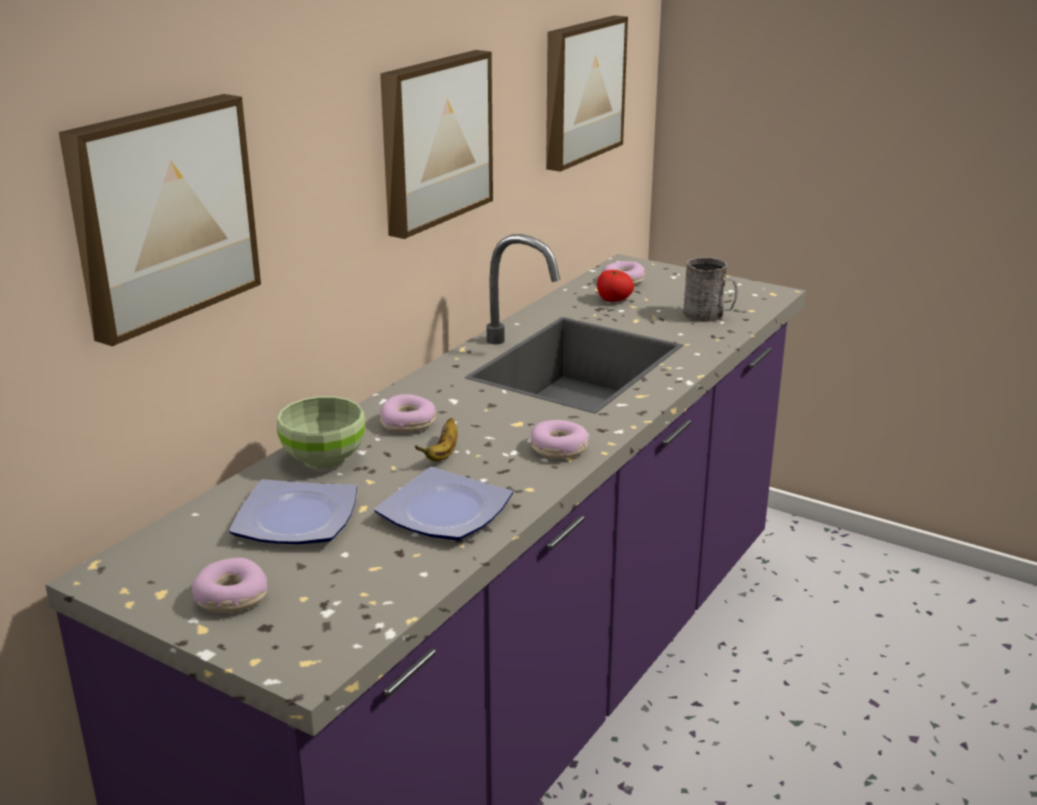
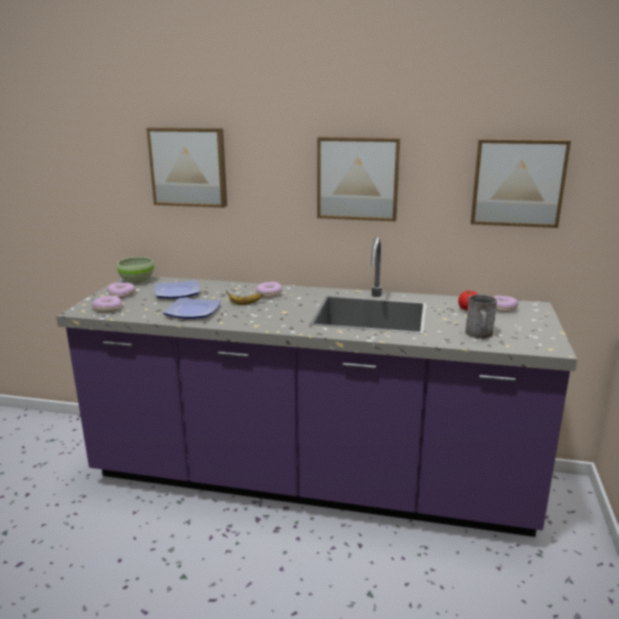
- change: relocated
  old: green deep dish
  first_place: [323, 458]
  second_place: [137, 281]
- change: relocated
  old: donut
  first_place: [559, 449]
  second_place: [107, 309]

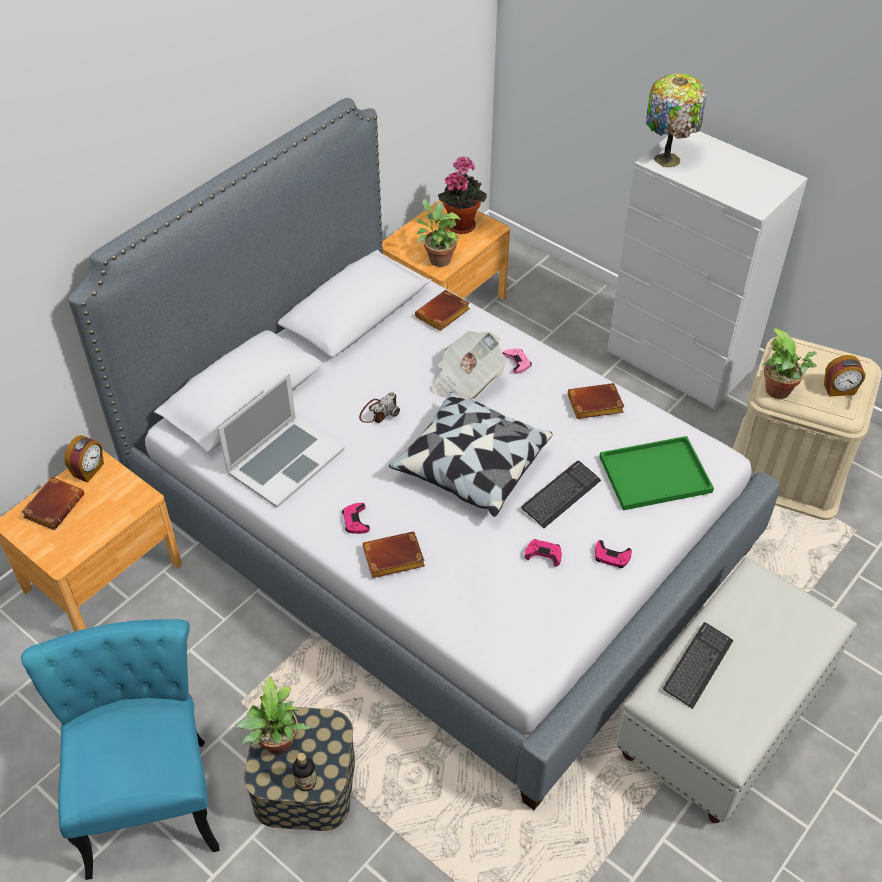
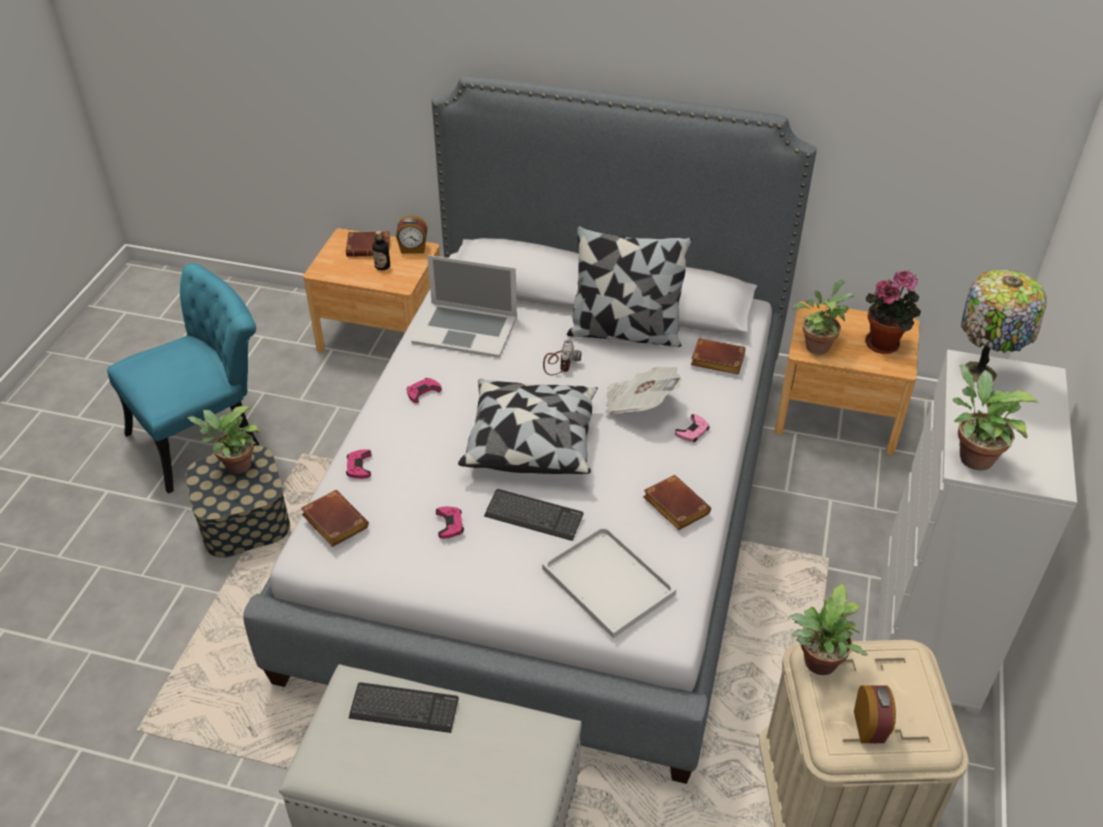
- change: spun
  old: table clock
  first_place: [839, 390]
  second_place: [870, 727]
  degrees: -150
- change: spun
  old: photo camera
  first_place: [379, 411]
  second_place: [559, 363]
  degrees: -90
- change: colour
  old: green serving tray
  new: whitish serving tray
  first_place: [653, 475]
  second_place: [605, 581]
- change: relocated
  old: brownish volume
  first_place: [392, 560]
  second_place: [332, 522]
- change: relocated
  old: pinkish game controller
  first_place: [611, 557]
  second_place: [359, 466]
- change: relocated
  old: bottle
  first_place: [306, 782]
  second_place: [382, 266]
- change: appeared
  new: pillow
  second_place: [625, 332]
- change: appeared
  new: potted plant
  second_place: [971, 456]

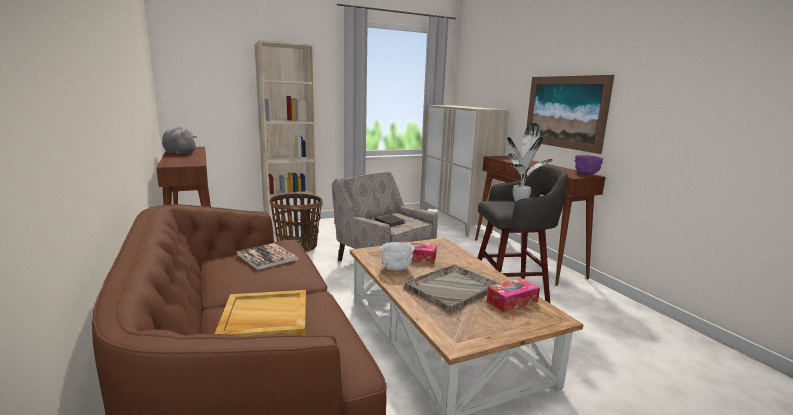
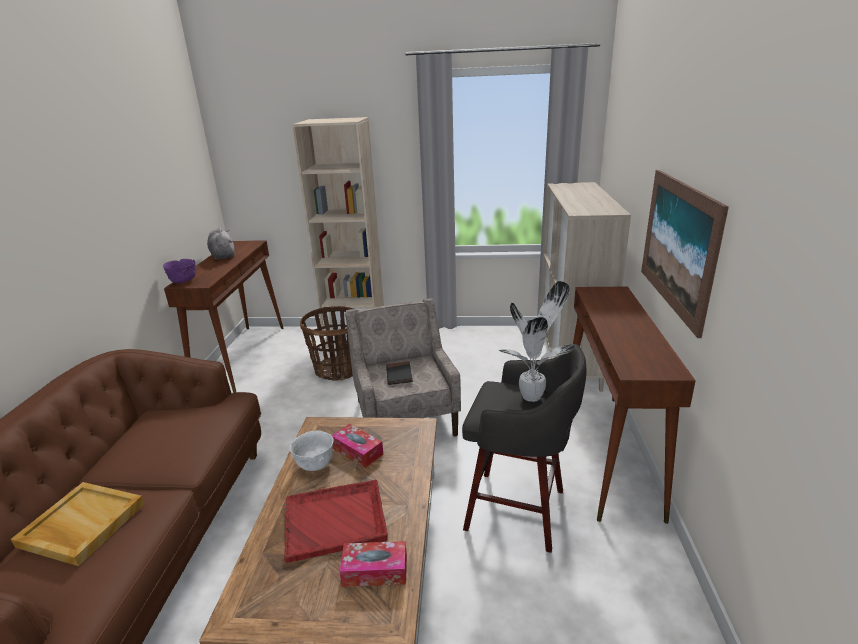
- change: relocated
  old: purple deep dish
  first_place: [586, 174]
  second_place: [183, 281]
- change: missing
  old: volume
  first_place: [267, 257]
- change: colour
  old: greyish serving tray
  new: red-coloured serving tray
  first_place: [452, 288]
  second_place: [336, 520]

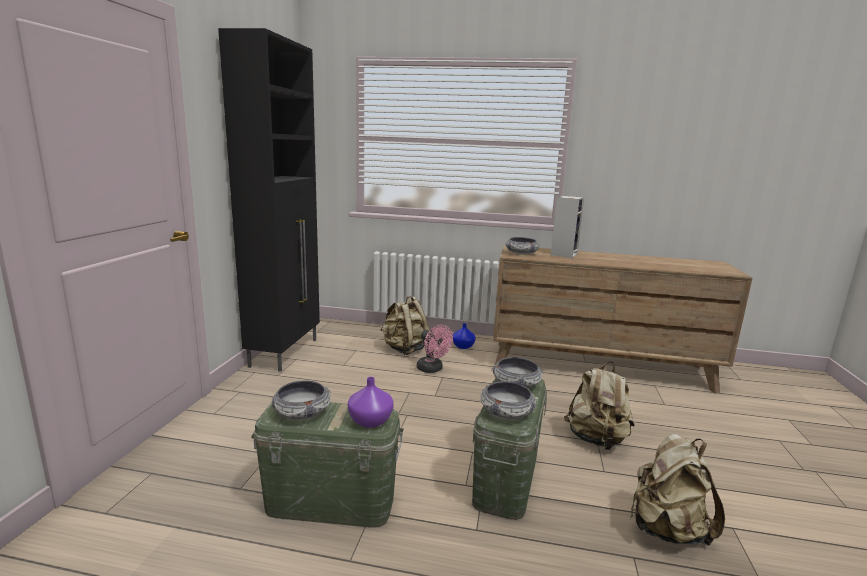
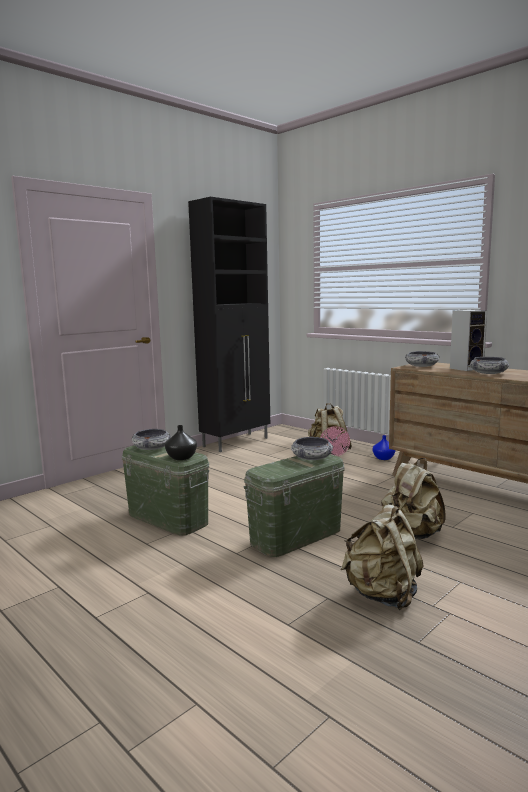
- change: colour
  old: purple flower vase
  new: black-coloured flower vase
  first_place: [370, 421]
  second_place: [181, 458]
- change: relocated
  old: deep dish
  first_place: [507, 412]
  second_place: [488, 373]

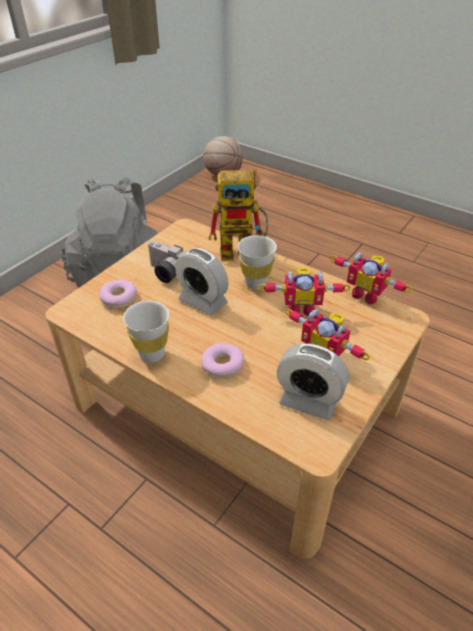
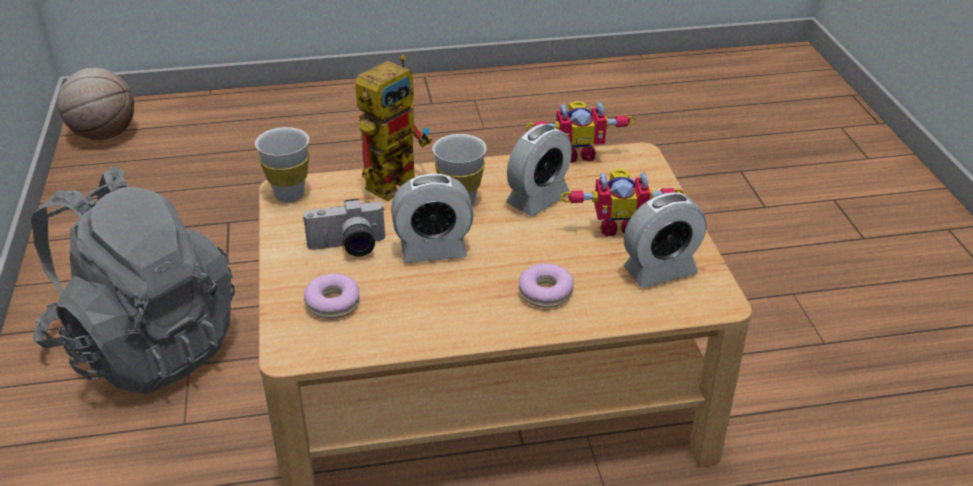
- change: exchanged
  old: toy robot
  new: table clock
  first_place: [301, 308]
  second_place: [538, 199]
- change: relocated
  old: whitish drinking cup
  first_place: [152, 354]
  second_place: [289, 195]

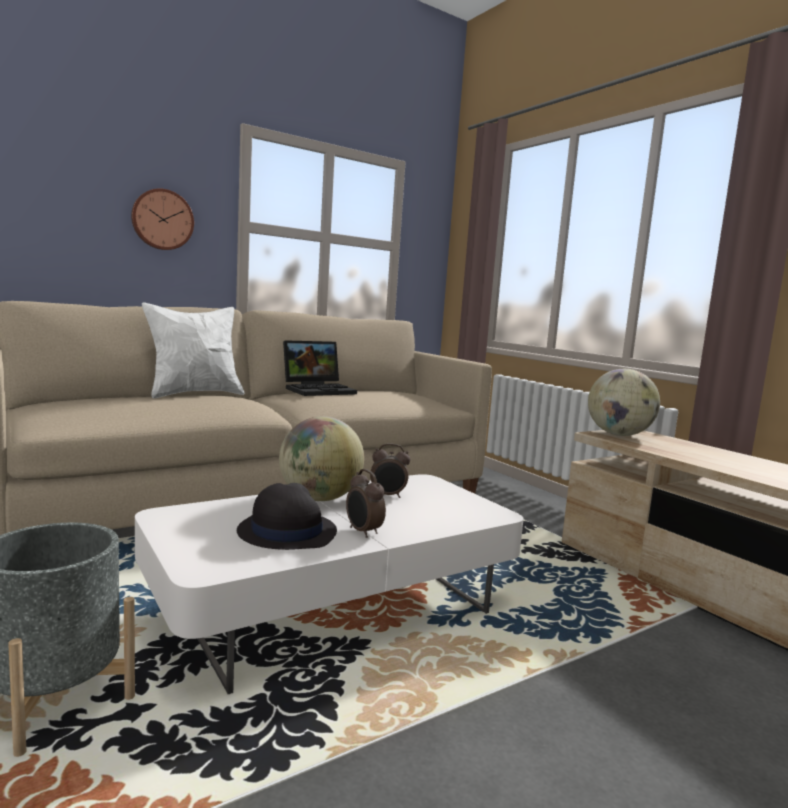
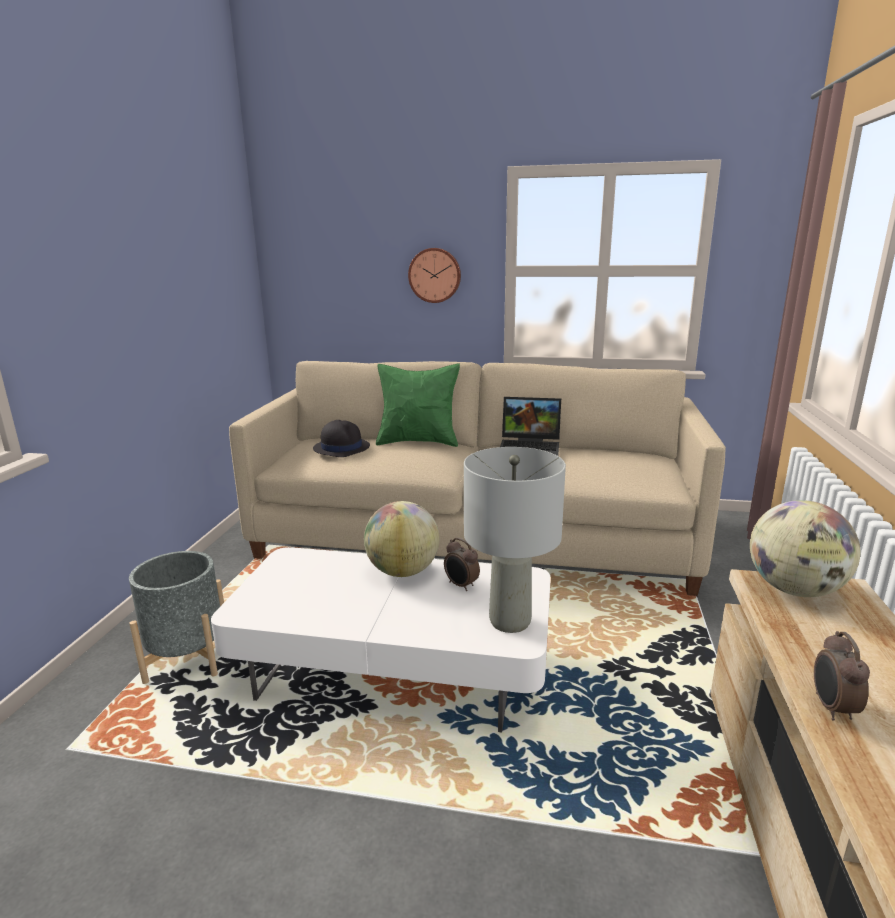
- change: colour
  old: whitish pillow
  new: green pillow
  first_place: [194, 394]
  second_place: [418, 442]
- change: relocated
  old: table clock
  first_place: [363, 532]
  second_place: [831, 708]
- change: relocated
  old: black-coloured wearable hat
  first_place: [286, 531]
  second_place: [341, 448]
- change: appeared
  new: greyish table lamp
  second_place: [510, 621]

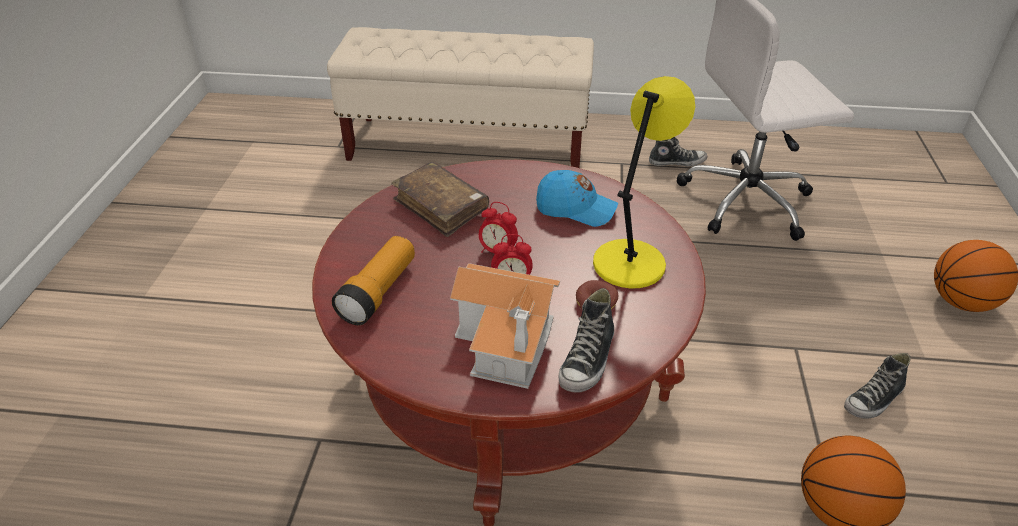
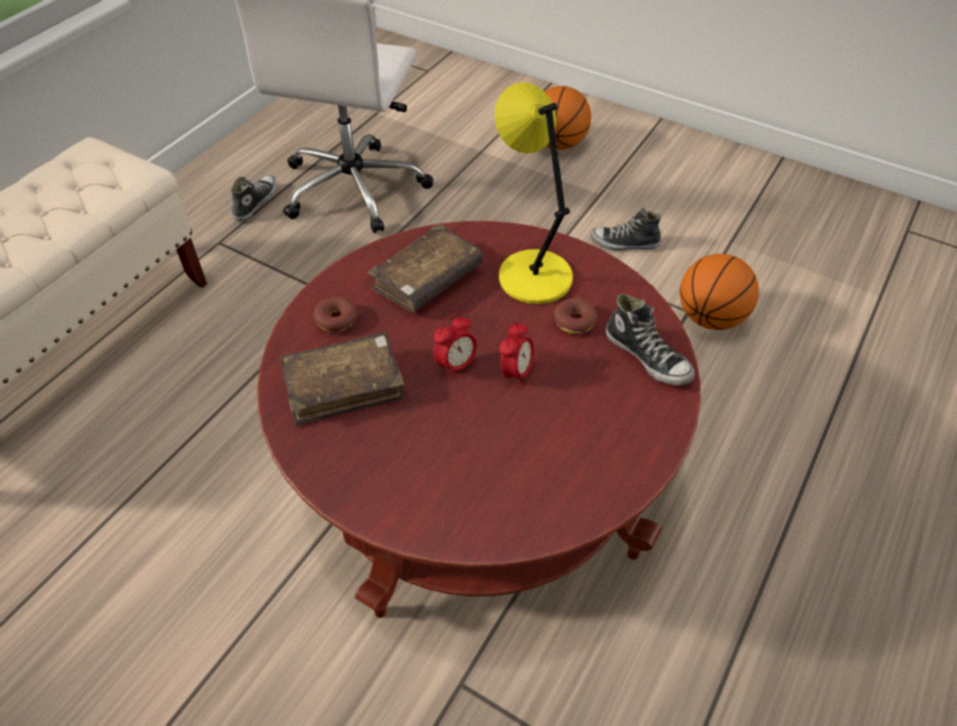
- change: exchanged
  old: blue peaked cap
  new: brownish volume
  first_place: [576, 209]
  second_place: [427, 279]
- change: missing
  old: torch
  first_place: [379, 292]
- change: missing
  old: miniature house
  first_place: [508, 341]
- change: spun
  old: low shoe
  first_place: [873, 400]
  second_place: [624, 243]
  degrees: 105
- change: appeared
  new: donut
  second_place: [336, 319]

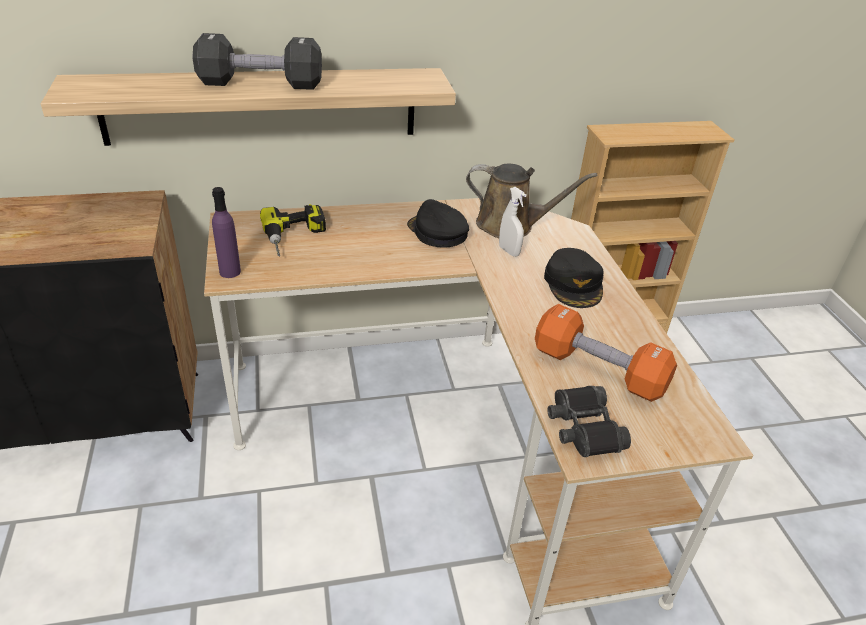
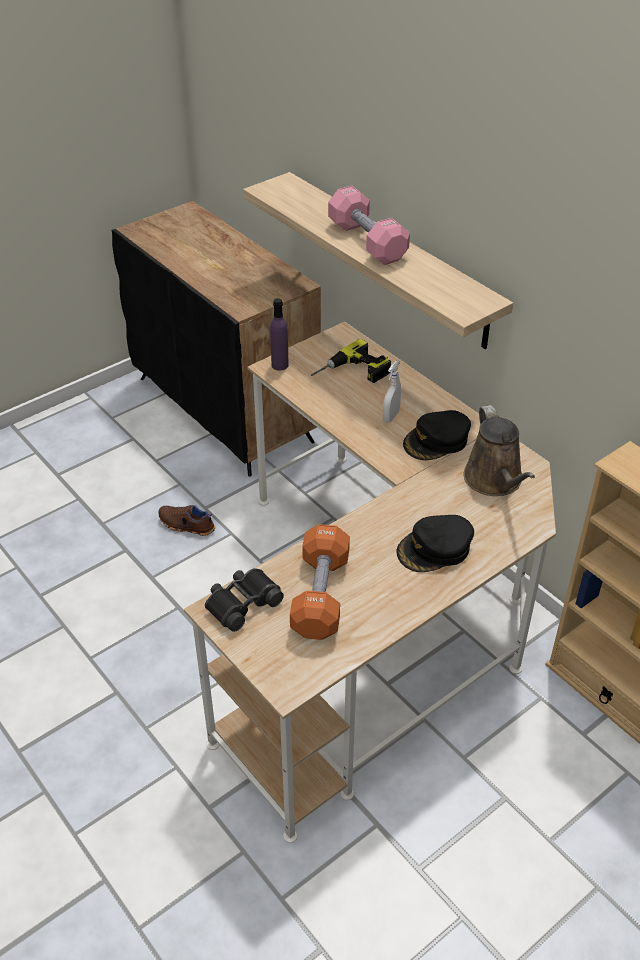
- change: colour
  old: black-coloured dumbbell
  new: pinkish dumbbell
  first_place: [261, 84]
  second_place: [367, 241]
- change: relocated
  old: whitish hand sprayer
  first_place: [509, 251]
  second_place: [391, 416]
- change: spun
  old: black-coloured peaked cap
  first_place: [437, 232]
  second_place: [437, 441]
  degrees: -150
- change: appeared
  new: brownish low shoe
  second_place: [186, 525]

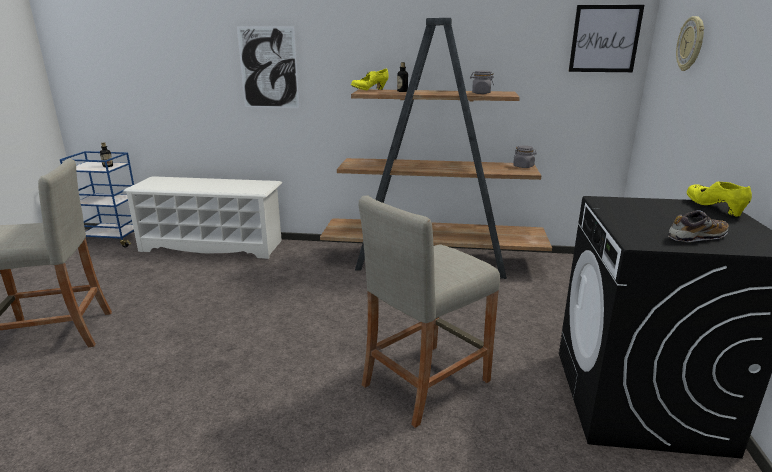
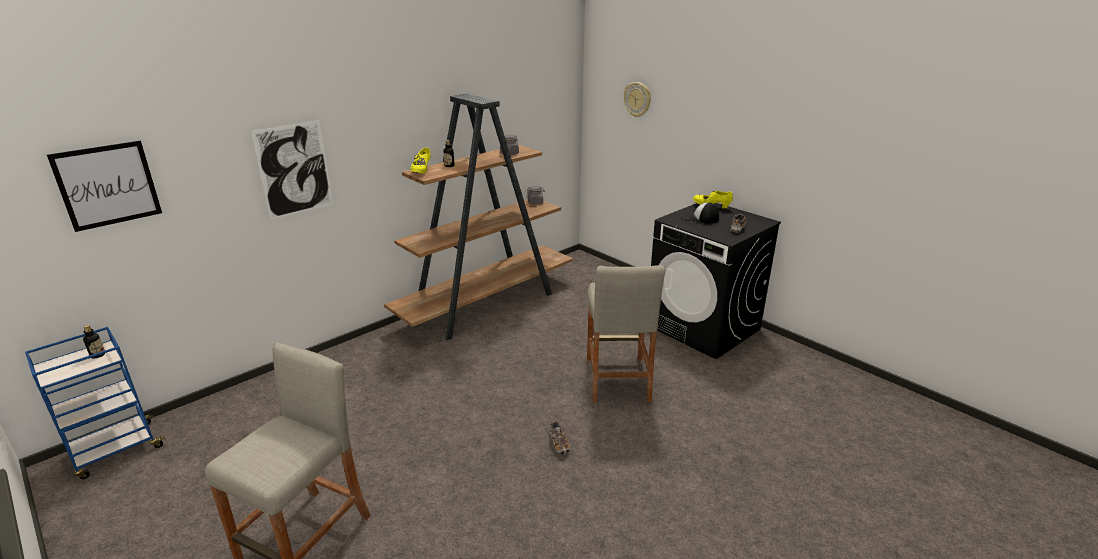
- change: relocated
  old: picture
  first_place: [605, 39]
  second_place: [107, 185]
- change: missing
  old: whitish shoe stand
  first_place: [213, 246]
- change: appeared
  new: peaked cap
  second_place: [700, 218]
- change: appeared
  new: low shoe
  second_place: [559, 443]

